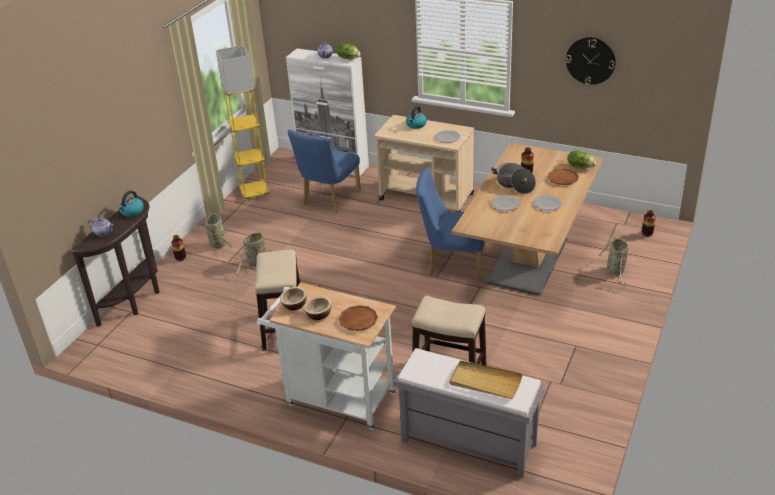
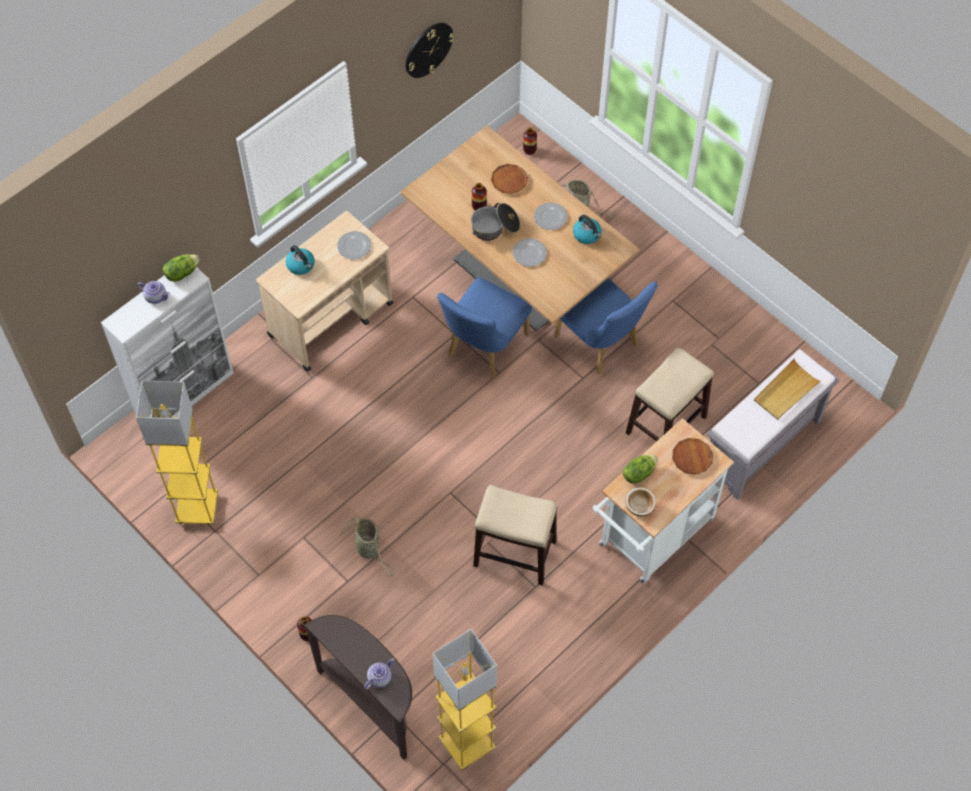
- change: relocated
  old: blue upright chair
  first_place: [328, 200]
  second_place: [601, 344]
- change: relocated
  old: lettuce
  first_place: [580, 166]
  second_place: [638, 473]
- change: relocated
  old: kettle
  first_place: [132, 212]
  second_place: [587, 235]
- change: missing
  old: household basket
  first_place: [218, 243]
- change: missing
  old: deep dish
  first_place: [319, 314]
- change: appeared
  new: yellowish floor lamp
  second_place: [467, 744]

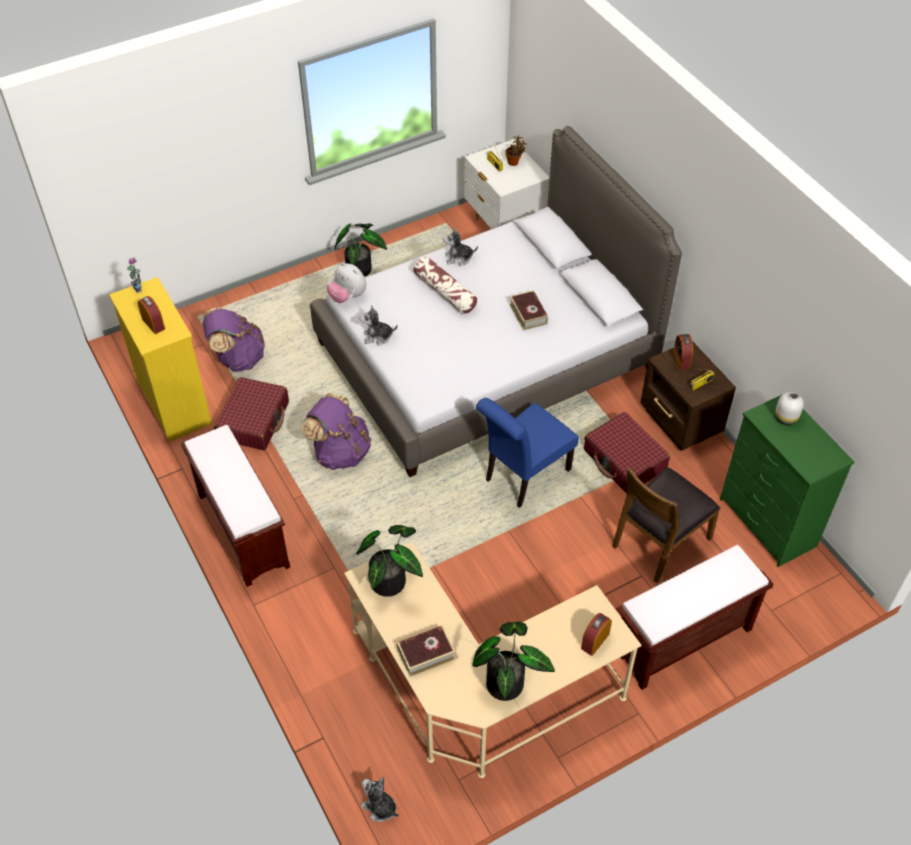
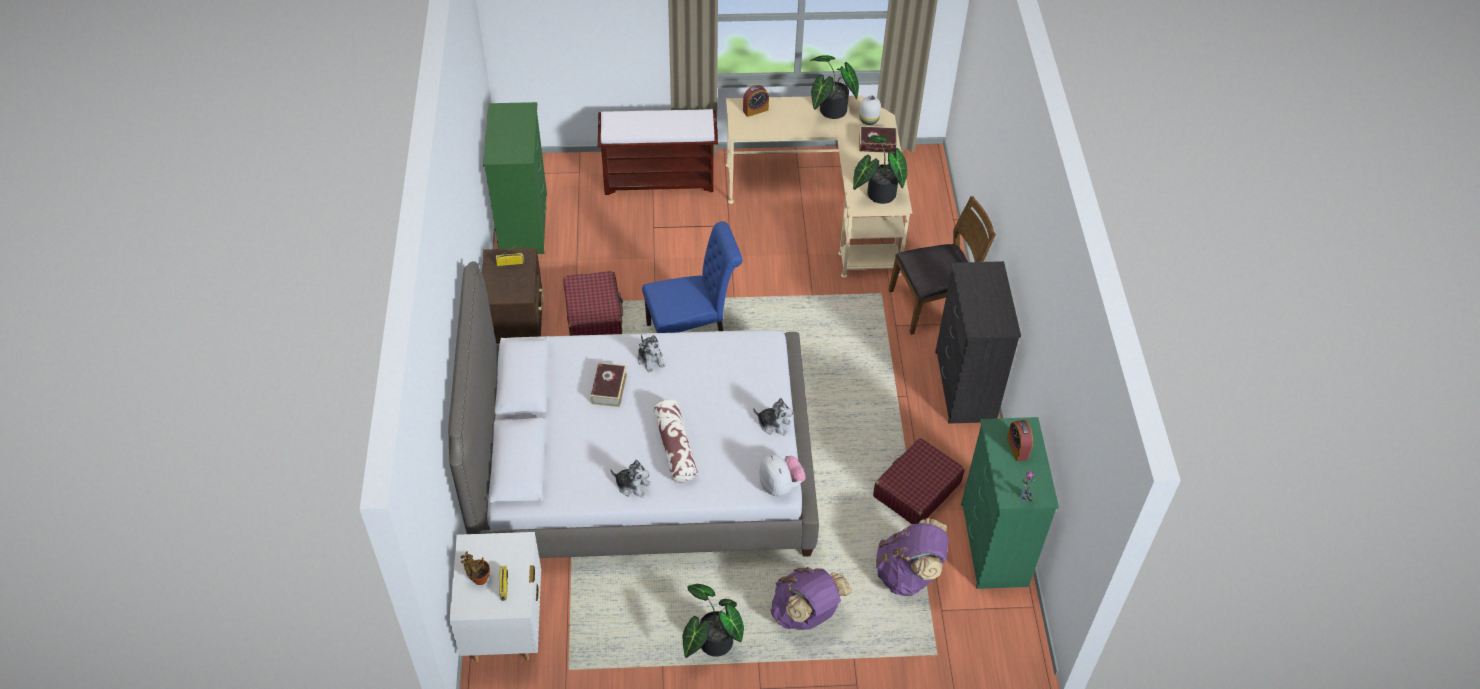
- change: colour
  old: yellowish drawer chest
  new: green drawer chest
  first_place: [175, 403]
  second_place: [993, 545]
- change: missing
  old: table clock
  first_place: [681, 360]
- change: relocated
  old: whitish flower vase
  first_place: [786, 418]
  second_place: [868, 120]
- change: relocated
  old: purple rucksack
  first_place: [340, 452]
  second_place: [806, 614]
- change: exchanged
  old: brownish long seat
  new: black-coloured drawer chest
  first_place: [242, 529]
  second_place: [964, 387]
- change: relocated
  old: brownish upright chair
  first_place: [660, 541]
  second_place: [934, 304]
- change: relocated
  old: cuddly toy
  first_place: [379, 807]
  second_place: [650, 359]

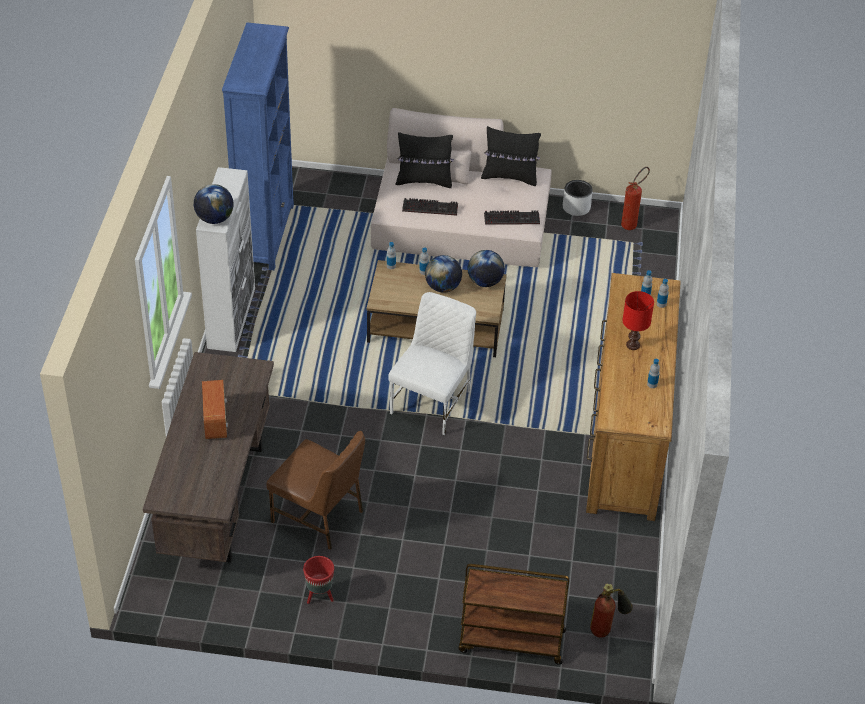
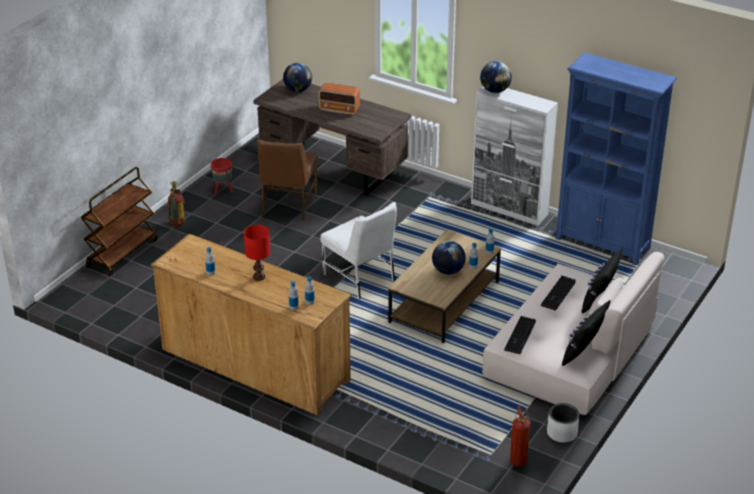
- change: relocated
  old: desk globe
  first_place: [485, 282]
  second_place: [298, 90]
- change: spun
  old: brownish upright chair
  first_place: [319, 516]
  second_place: [288, 204]
  degrees: -45
- change: relocated
  old: fire-fighting cylinder
  first_place: [607, 627]
  second_place: [176, 226]

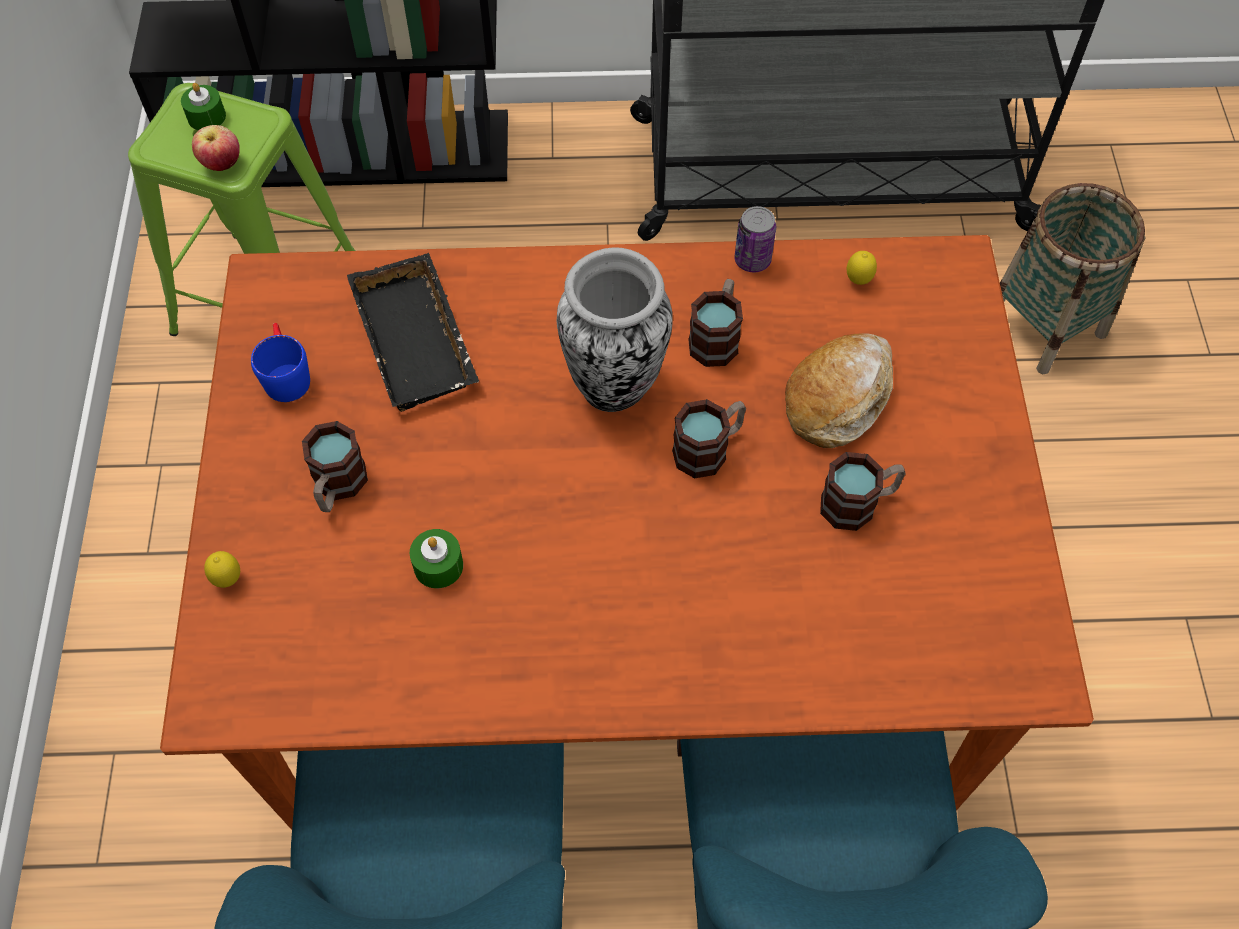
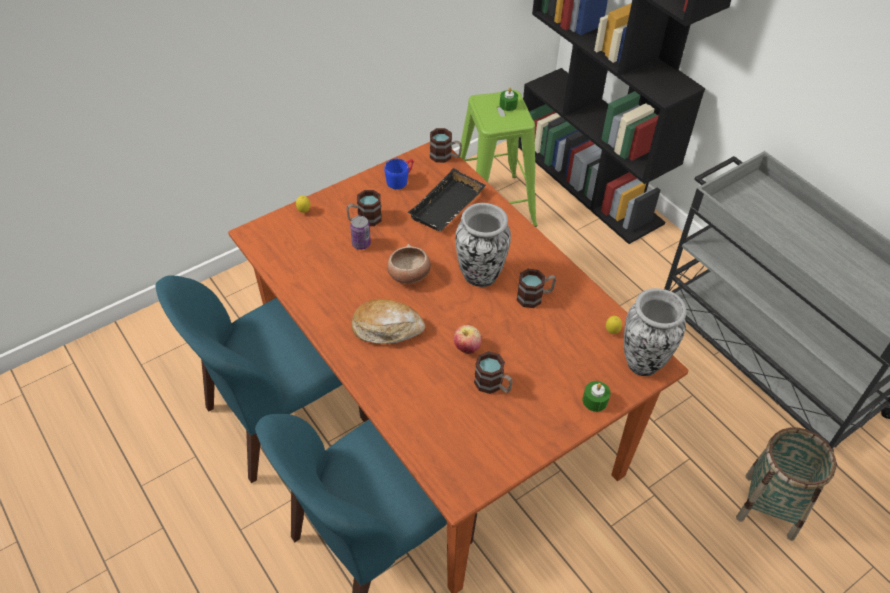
- change: relocated
  old: apple fruit
  first_place: [221, 164]
  second_place: [467, 348]
- change: relocated
  old: sealed can
  first_place: [752, 260]
  second_place: [361, 244]
- change: relocated
  old: bread
  first_place: [838, 397]
  second_place: [387, 328]
- change: relocated
  old: tea mug
  first_place: [709, 449]
  second_place: [445, 156]
- change: relocated
  old: green candle
  first_place: [438, 566]
  second_place: [595, 400]
- change: appeared
  new: deep dish
  second_place: [409, 276]
- change: appeared
  new: flower vase
  second_place: [643, 362]

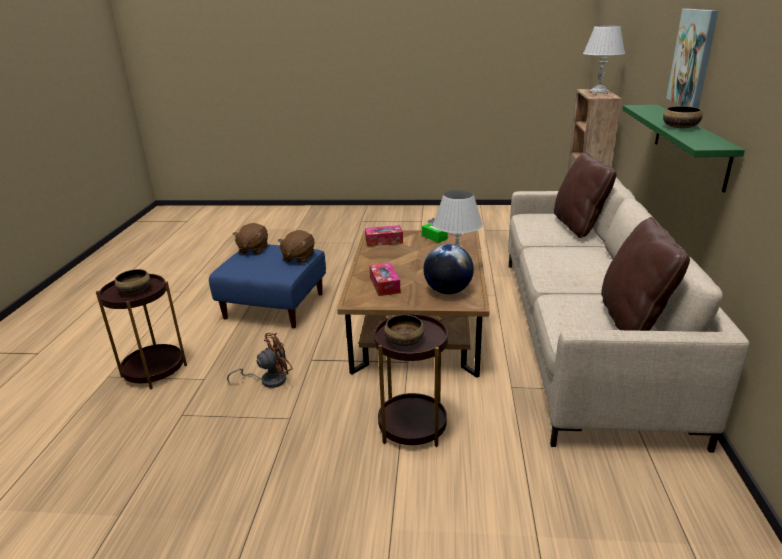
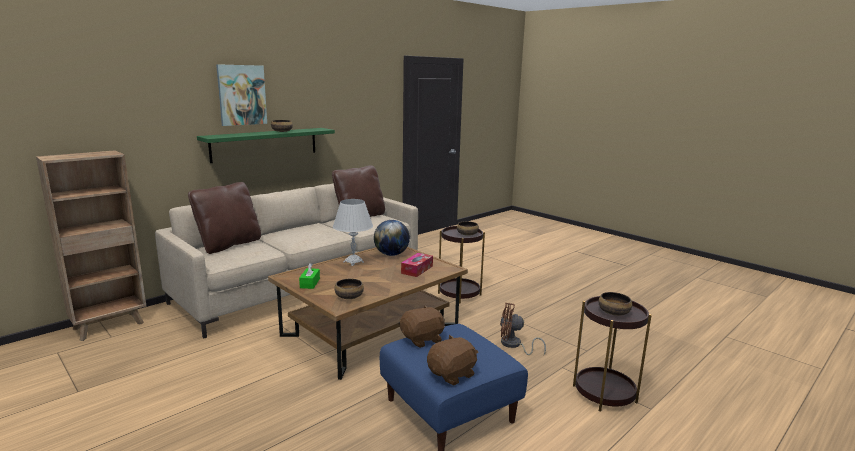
- change: missing
  old: whitish table lamp
  first_place: [598, 93]
- change: exchanged
  old: tissue box
  new: deep dish
  first_place: [384, 241]
  second_place: [349, 296]

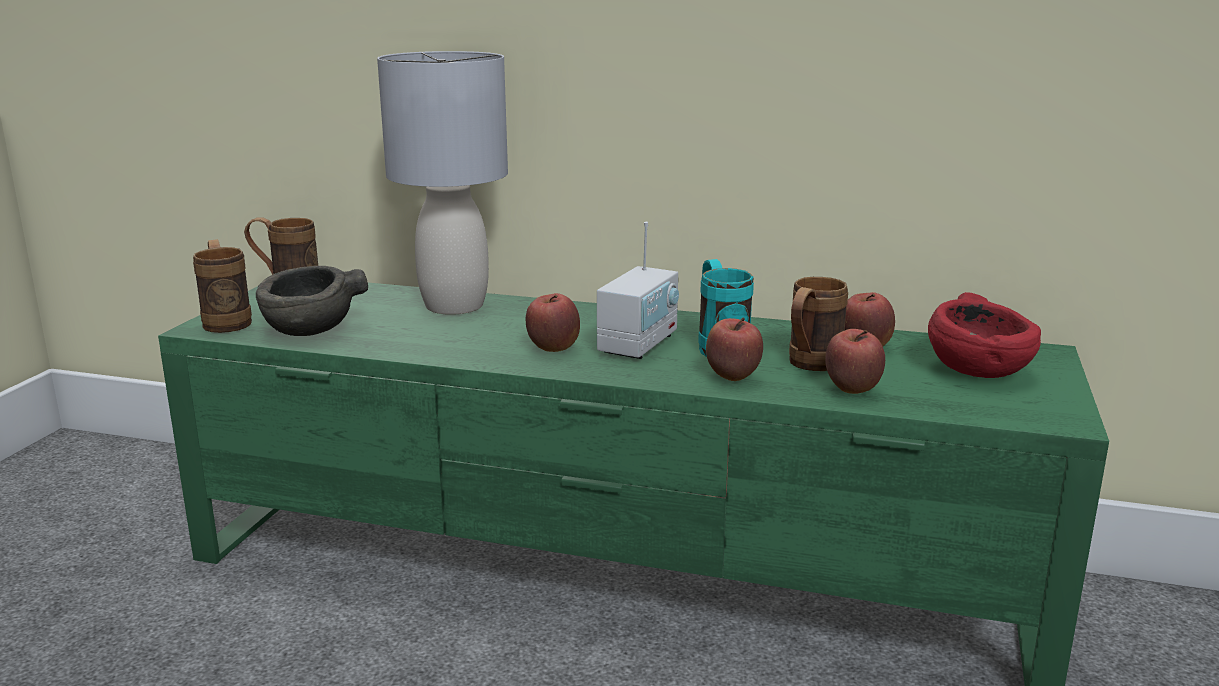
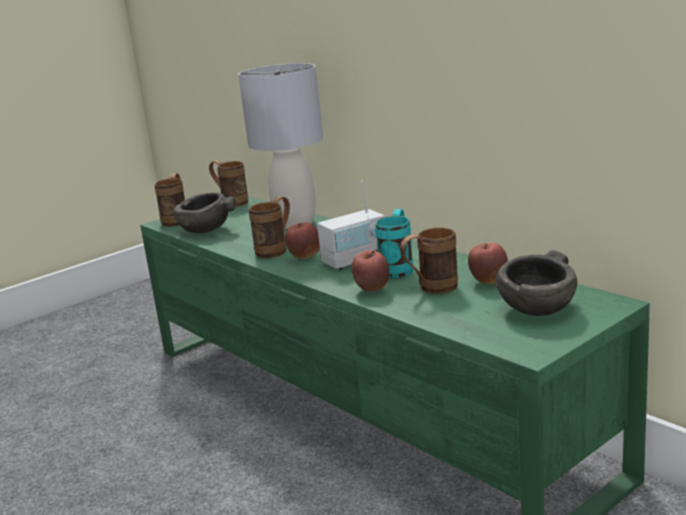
- change: colour
  old: red-coloured deep dish
  new: greyish deep dish
  first_place: [979, 370]
  second_place: [538, 309]
- change: missing
  old: apple fruit
  first_place: [852, 390]
- change: appeared
  new: brownish tea mug
  second_place: [276, 250]

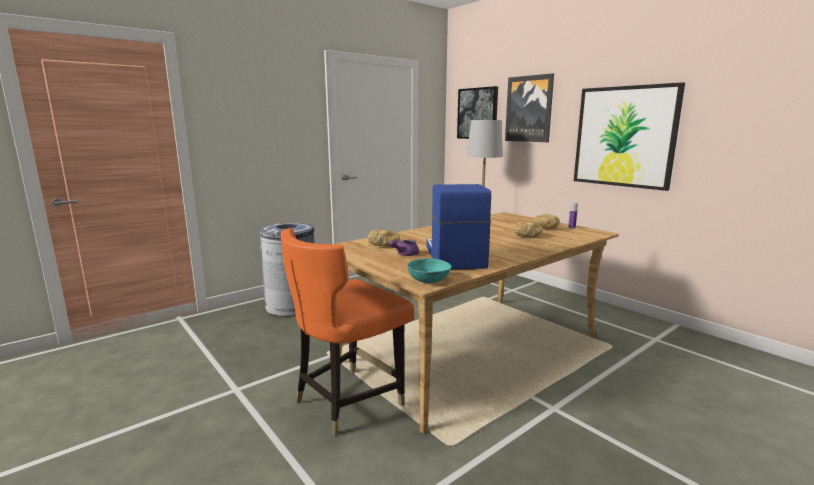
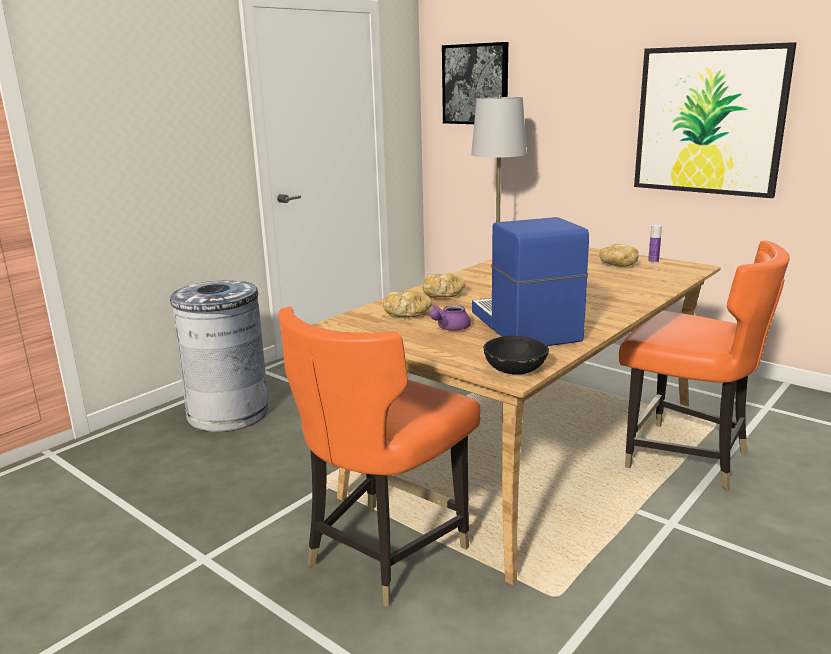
- change: missing
  old: picture
  first_place: [529, 109]
- change: relocated
  old: bread
  first_place: [527, 236]
  second_place: [443, 295]
- change: colour
  old: turquoise-coloured deep dish
  new: black-coloured deep dish
  first_place: [428, 280]
  second_place: [514, 369]
- change: appeared
  new: orange upright chair
  second_place: [686, 457]

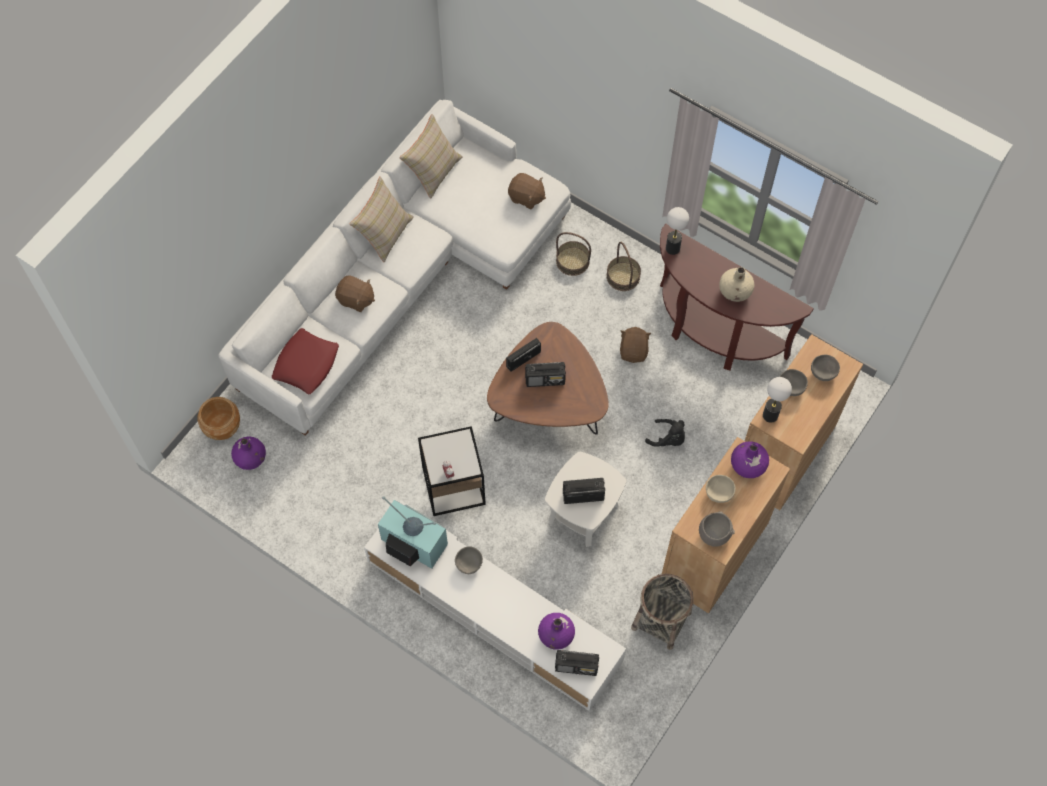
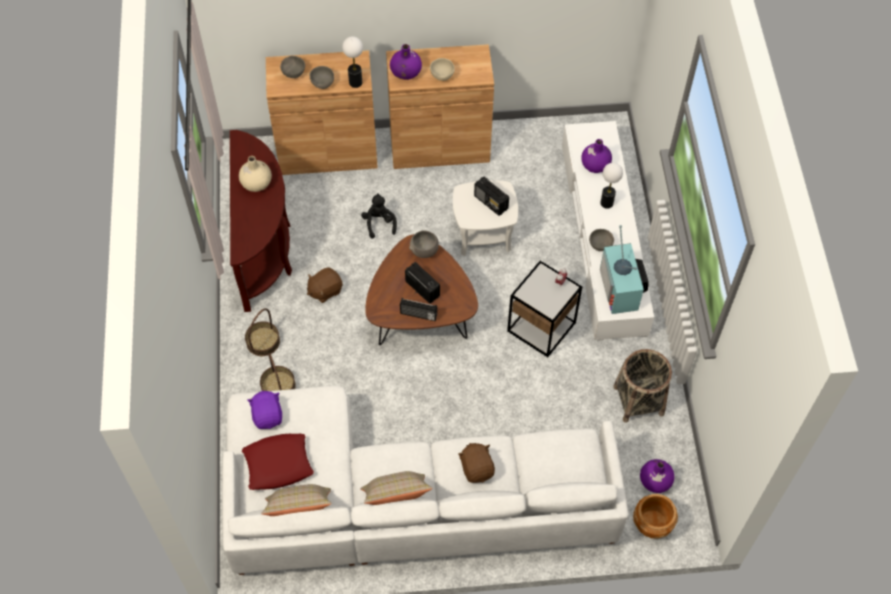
- change: colour
  old: brownish cuddly toy
  new: purple cuddly toy
  first_place: [526, 197]
  second_place: [268, 415]
- change: relocated
  old: table lamp
  first_place: [672, 248]
  second_place: [606, 203]
- change: relocated
  old: red-coloured pillow
  first_place: [306, 364]
  second_place: [278, 464]
- change: relocated
  old: greyish deep dish
  first_place: [714, 533]
  second_place: [424, 250]
- change: relocated
  old: household basket
  first_place: [661, 620]
  second_place: [639, 400]
- change: missing
  old: radio
  first_place: [577, 666]

